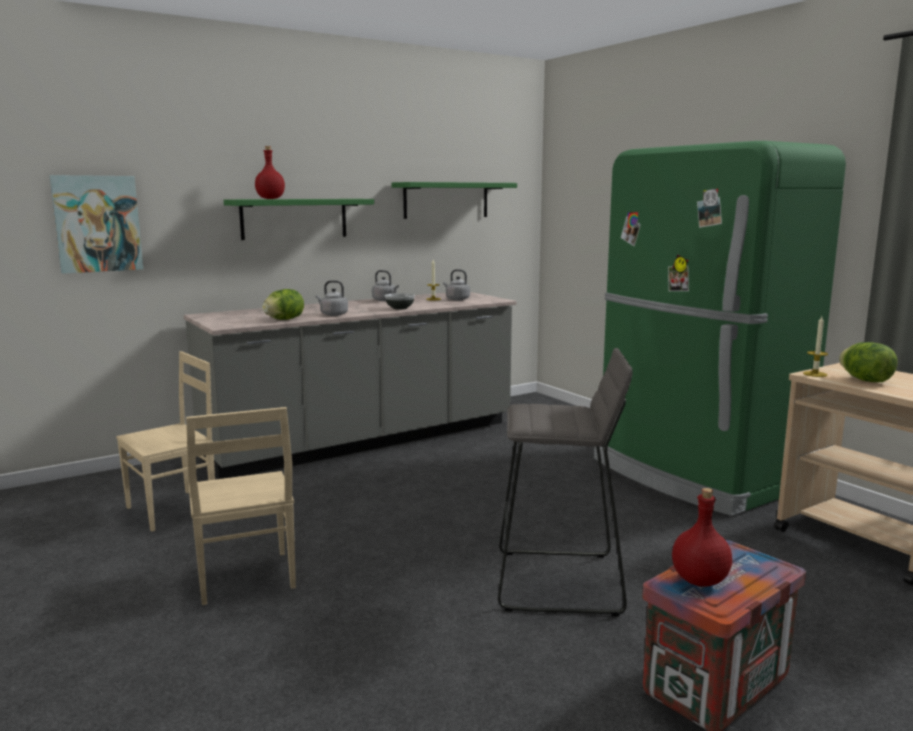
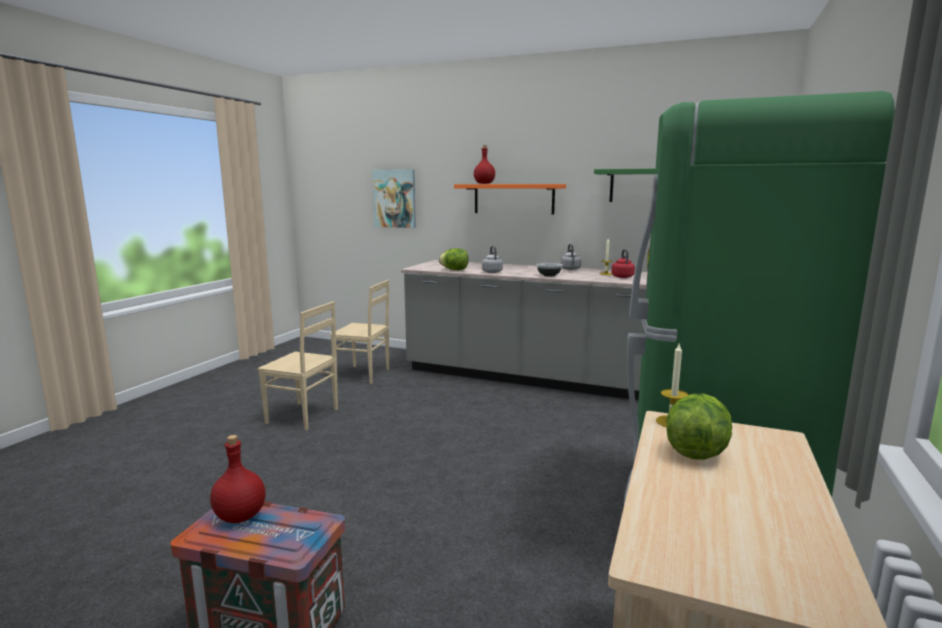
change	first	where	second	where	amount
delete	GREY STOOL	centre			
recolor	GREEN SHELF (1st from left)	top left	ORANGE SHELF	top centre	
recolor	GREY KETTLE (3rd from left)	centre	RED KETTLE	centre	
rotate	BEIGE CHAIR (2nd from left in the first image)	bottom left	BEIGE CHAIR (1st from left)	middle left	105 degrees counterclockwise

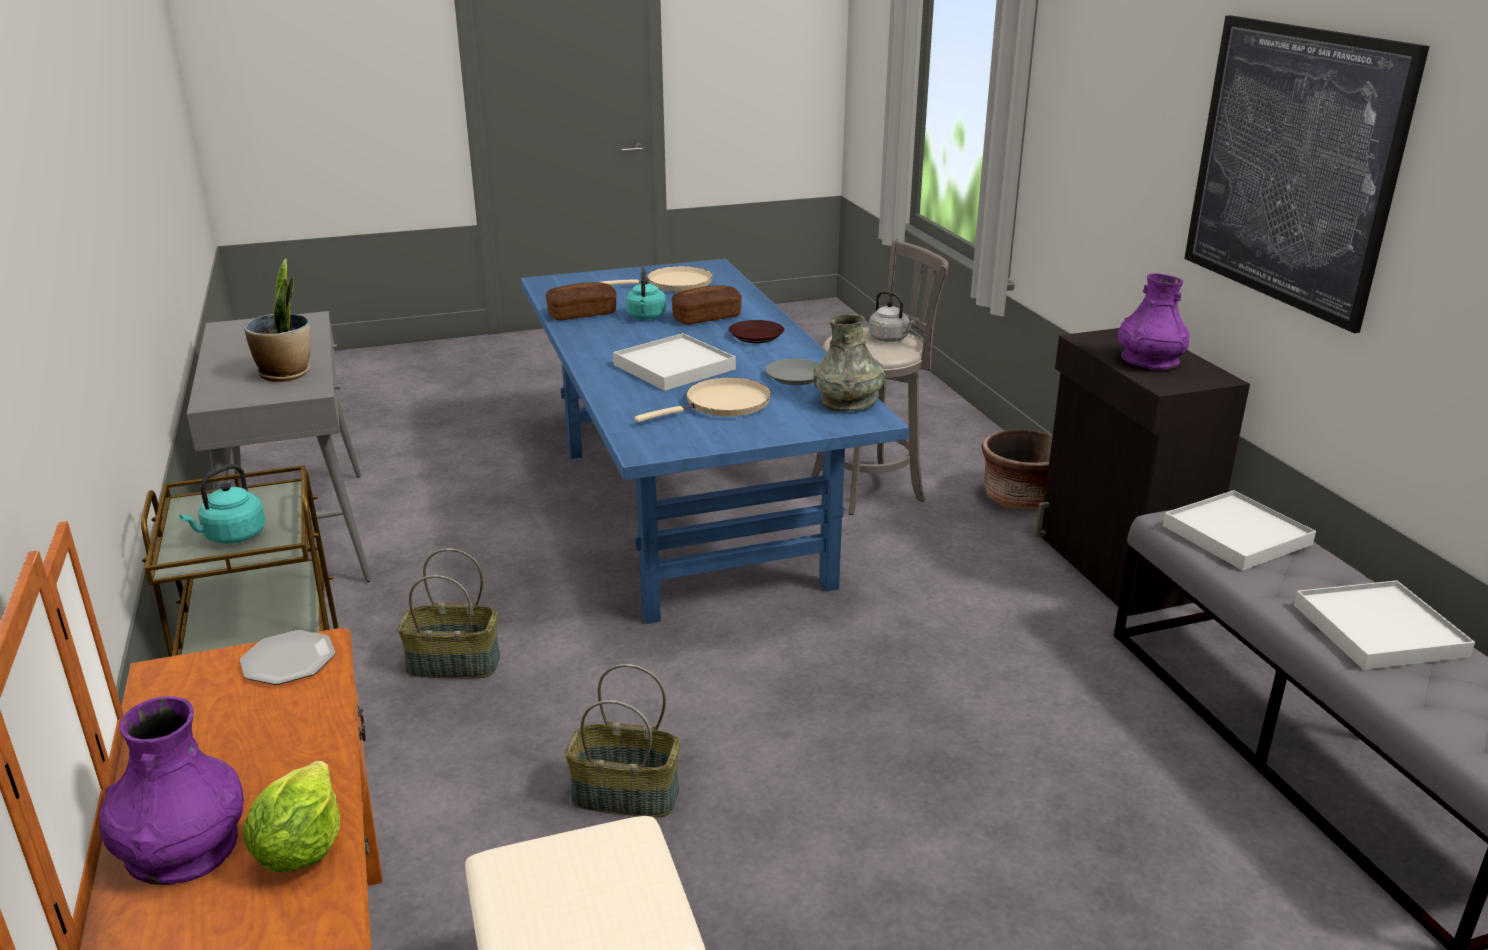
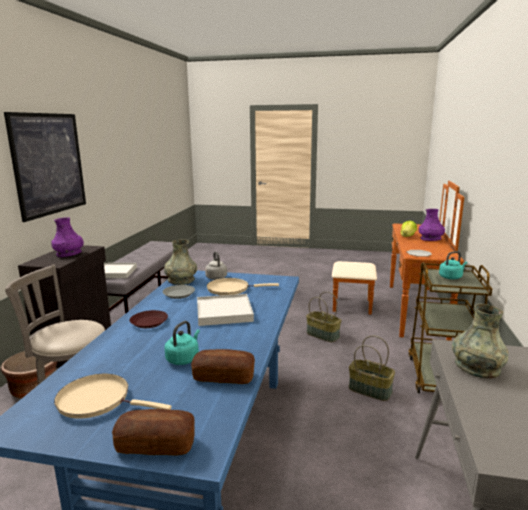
change	first	where	second	where	amount
delete	WHITE TRAY (3rd from left)	middle right			
move	BREAD (2nd from left in the first image)	top centre	BREAD (1st from left)	bottom left	
move	GREY KETTLE	top centre		centre	
replace	POTTED PLANT	middle left	GREY VASE (2nd from left)	bottom right	

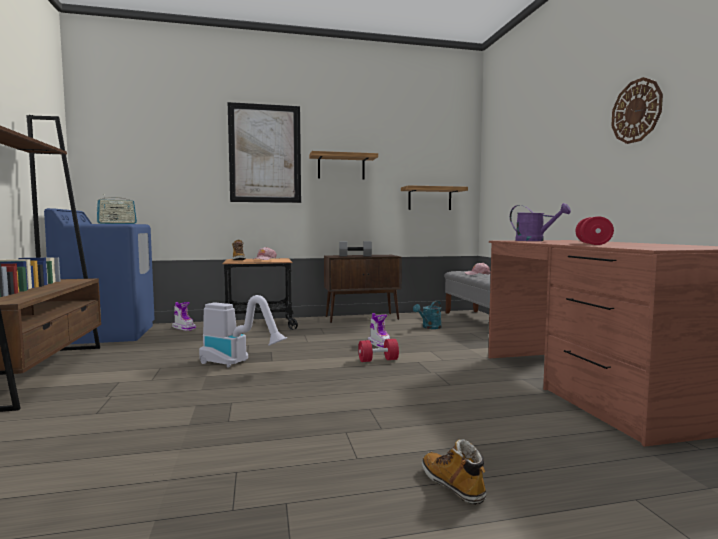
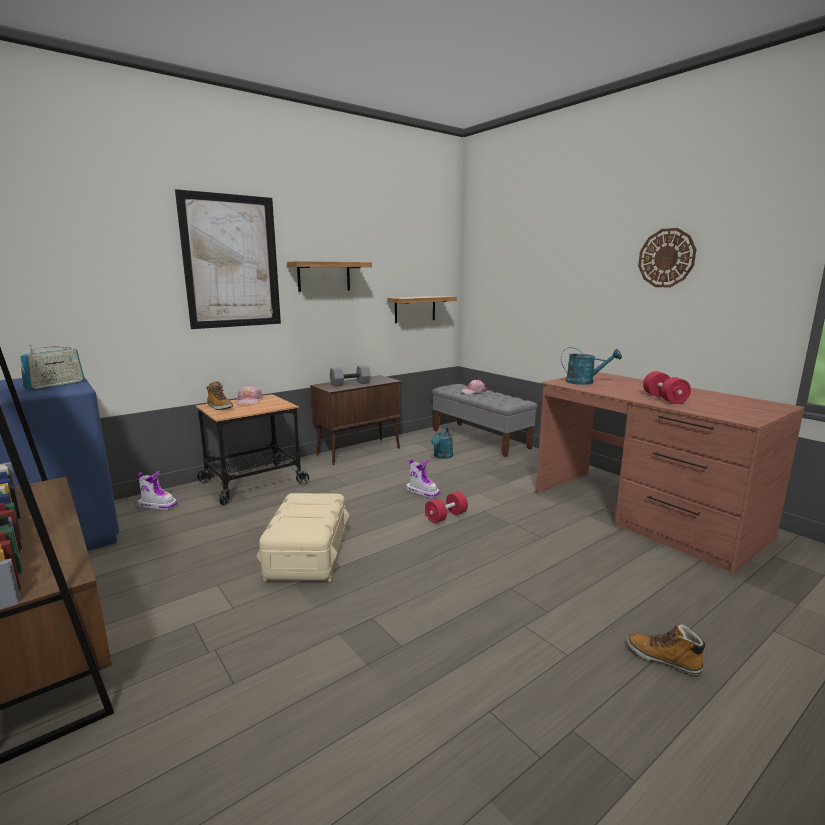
change	first	where	second	where	amount
replace	VACUUM CLEANER	centre	BEIGE STORAGE BOX	centre	
recolor	PURPLE WATERING CAN	middle right	TURQUOISE WATERING CAN (2nd from left)	middle right	

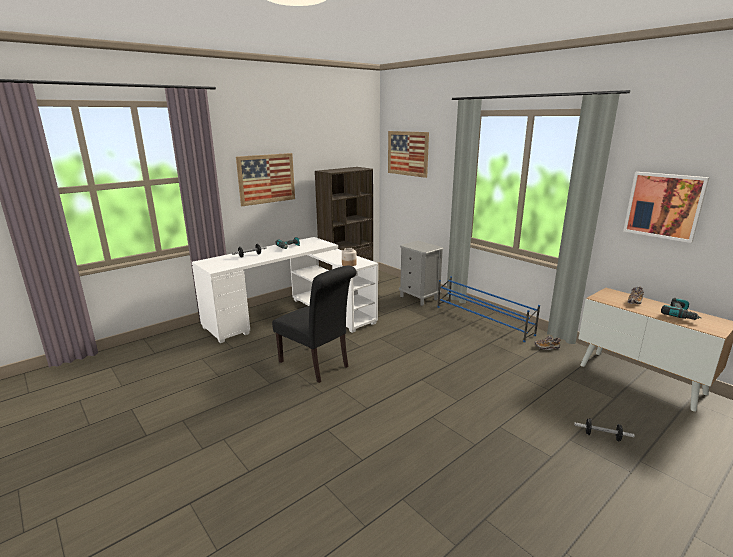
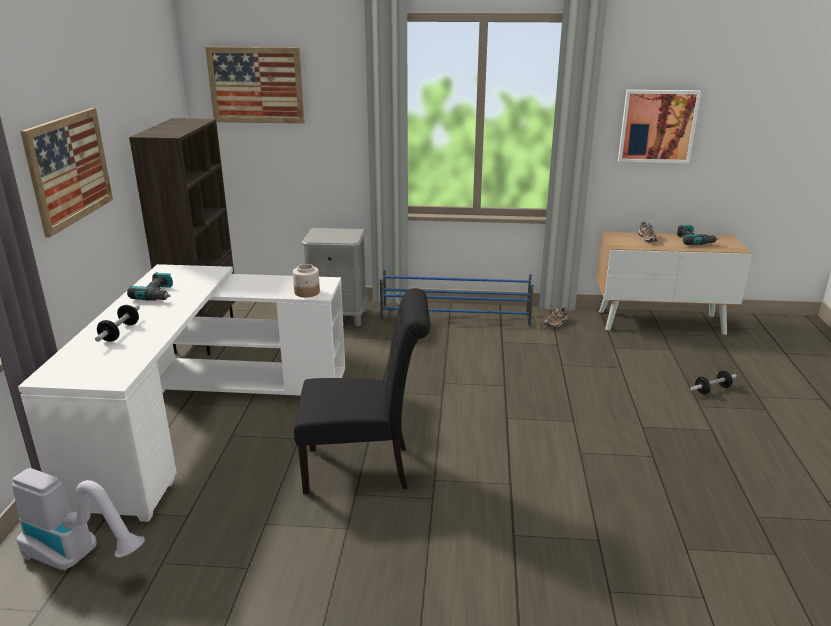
change	first	where	second	where	amount
insert			VACUUM CLEANER	bottom left	

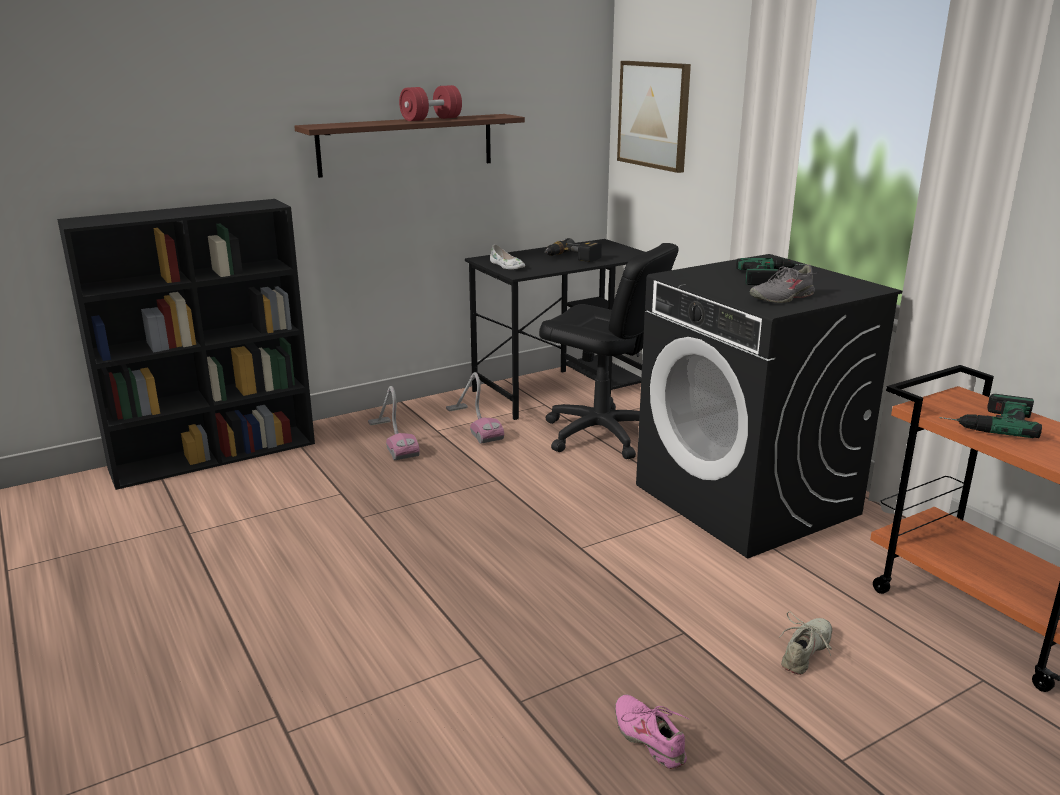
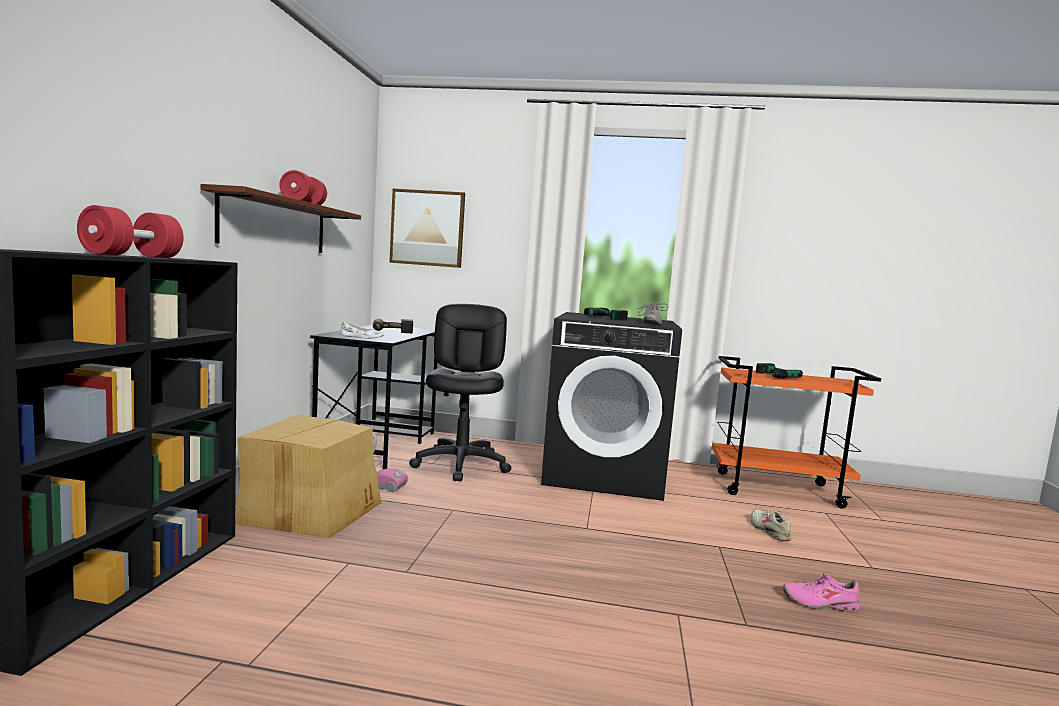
change	first	where	second	where	amount
insert			RED DUMBBELL (1st from left)	top left	
replace	VACUUM CLEANER (1st from left)	centre	CARDBOARD BOX	bottom left	
rotate	BLACK OFFICE CHAIR	centre		centre	75 degrees counterclockwise

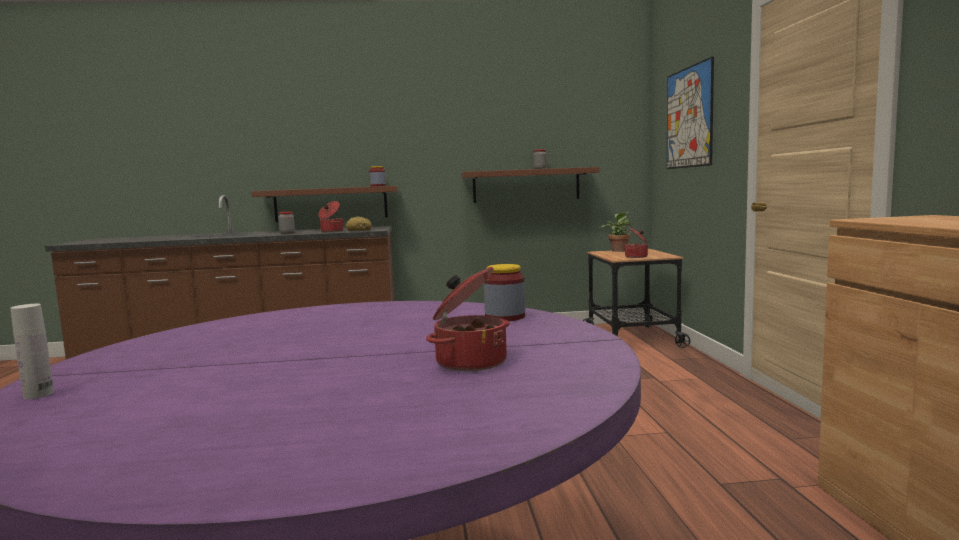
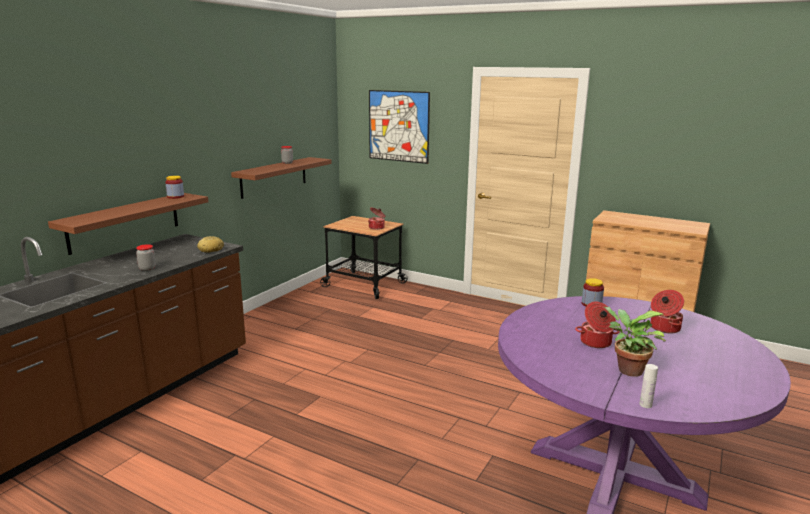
change	first	where	second	where	amount
move	COOKING POT (1st from left in the first image)	centre	COOKING POT (2nd from left)	middle right	
move	POTTED PLANT	centre		middle right	

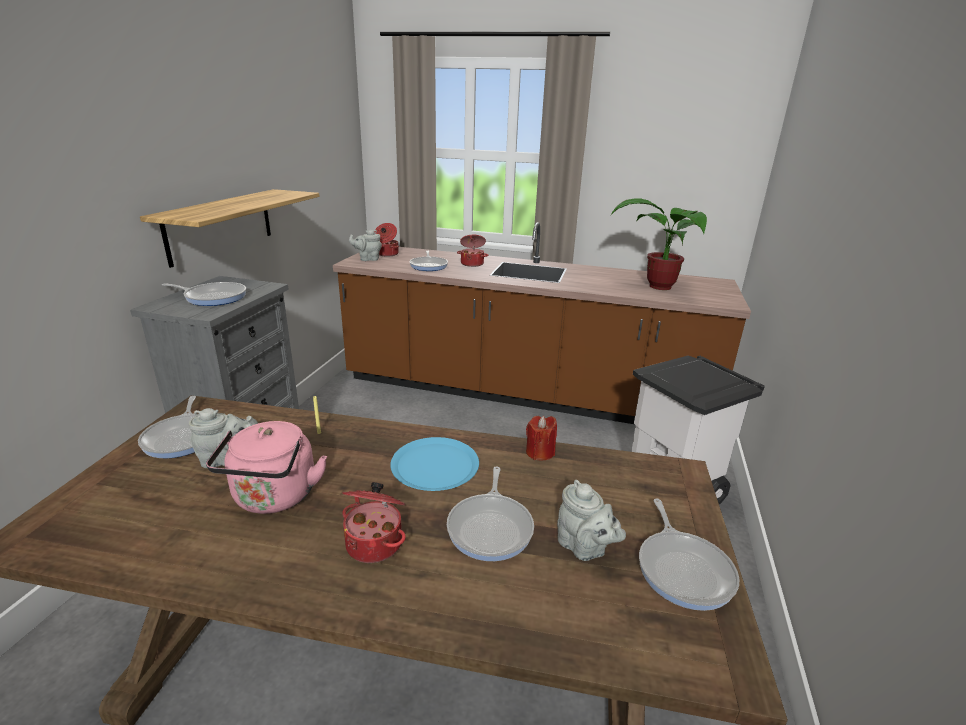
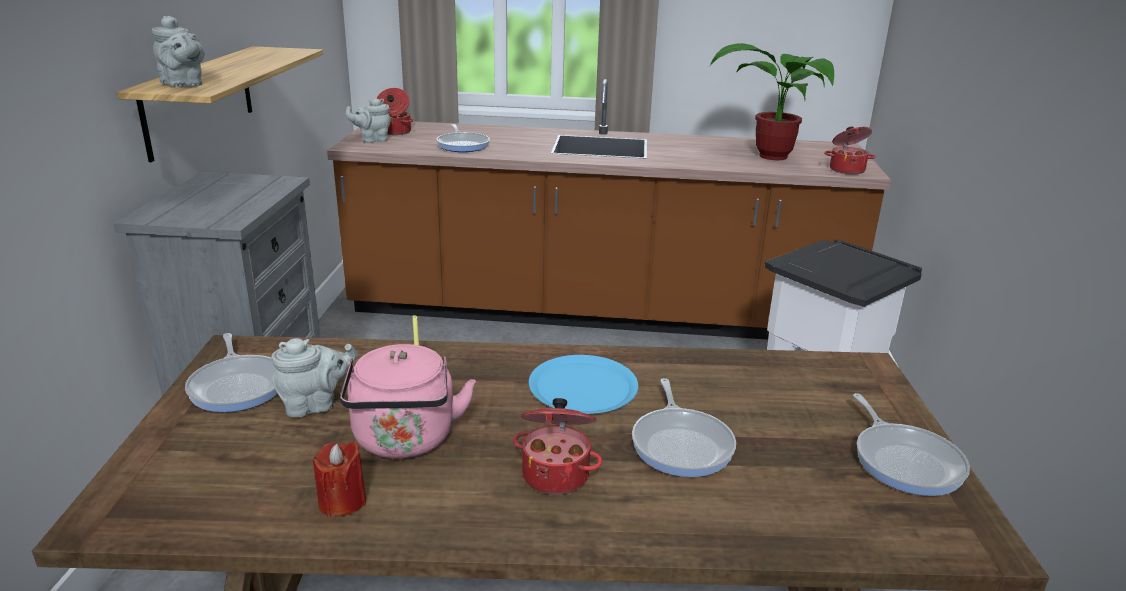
change	first	where	second	where	amount
delete	FRYING PAN (2nd from left)	middle left			
move	COOKING POT (3rd from left)	centre		top right	
move	RED CANDLE	centre		bottom left	
move	GREY TEAPOT (3rd from left in the first image)	bottom centre	GREY TEAPOT (1st from left)	top left	

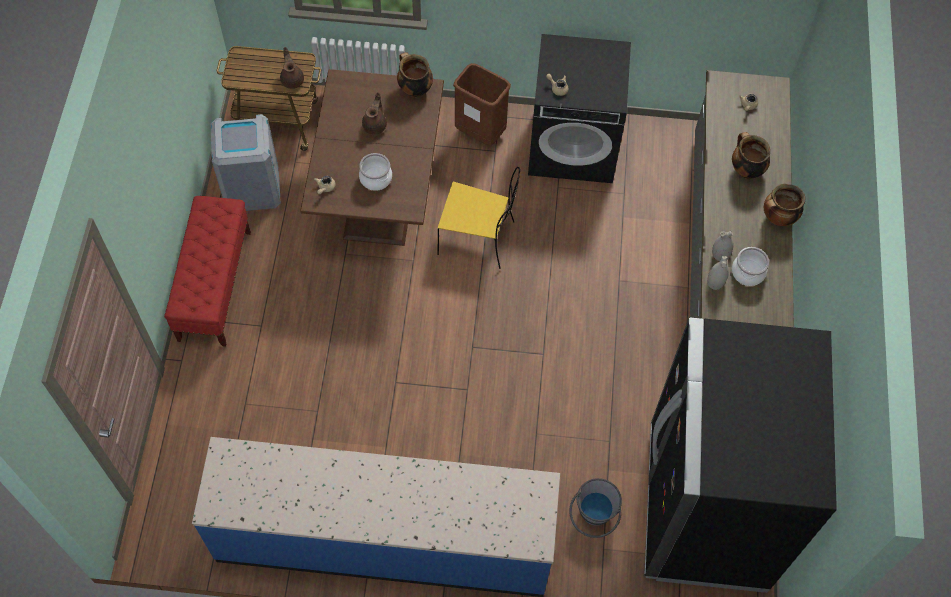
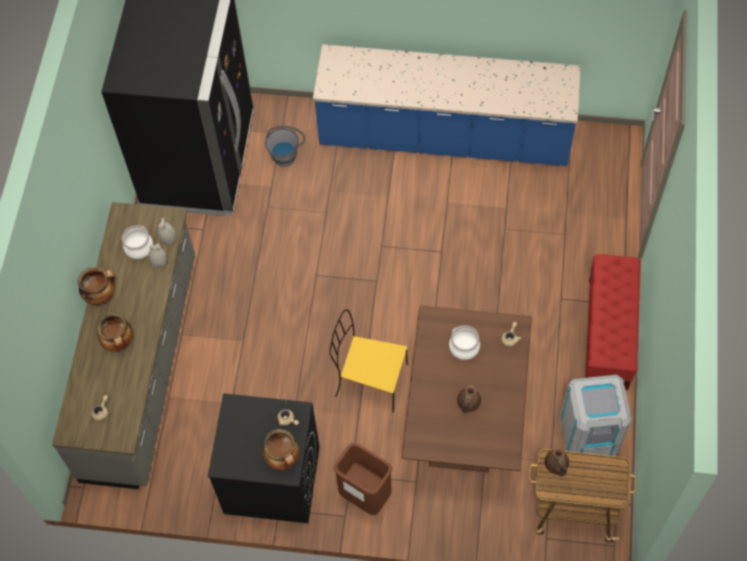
change	first	where	second	where	amount
move	COOKING POT (2nd from left in the first image)	top centre	COOKING POT (4th from left)	bottom centre	

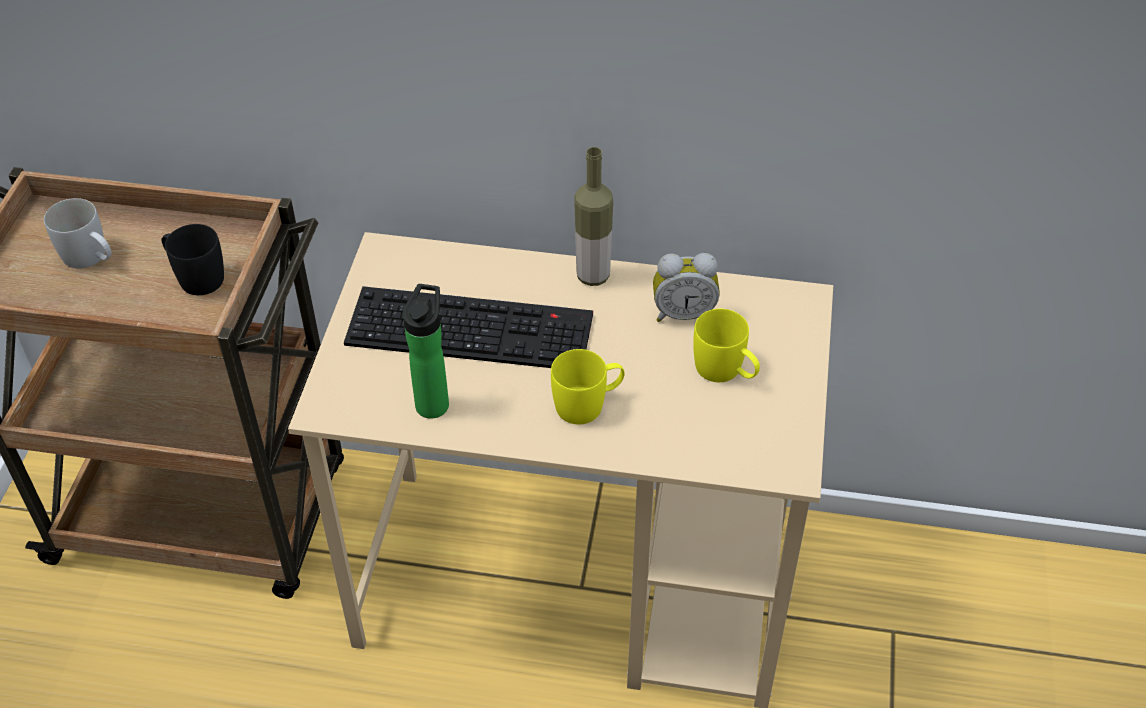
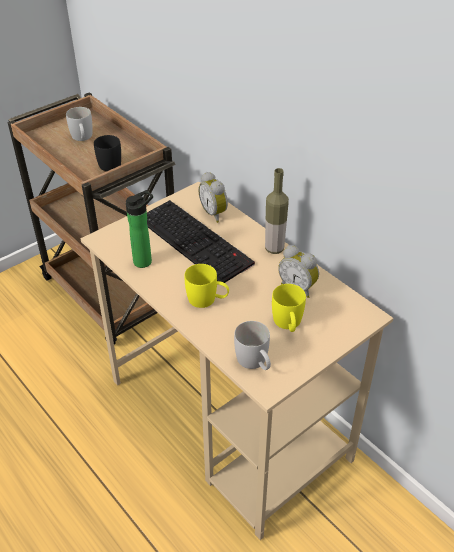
change	first	where	second	where	amount
insert			ALARM CLOCK (1st from left)	centre	
insert			WHITE MUG (2nd from left)	centre	

